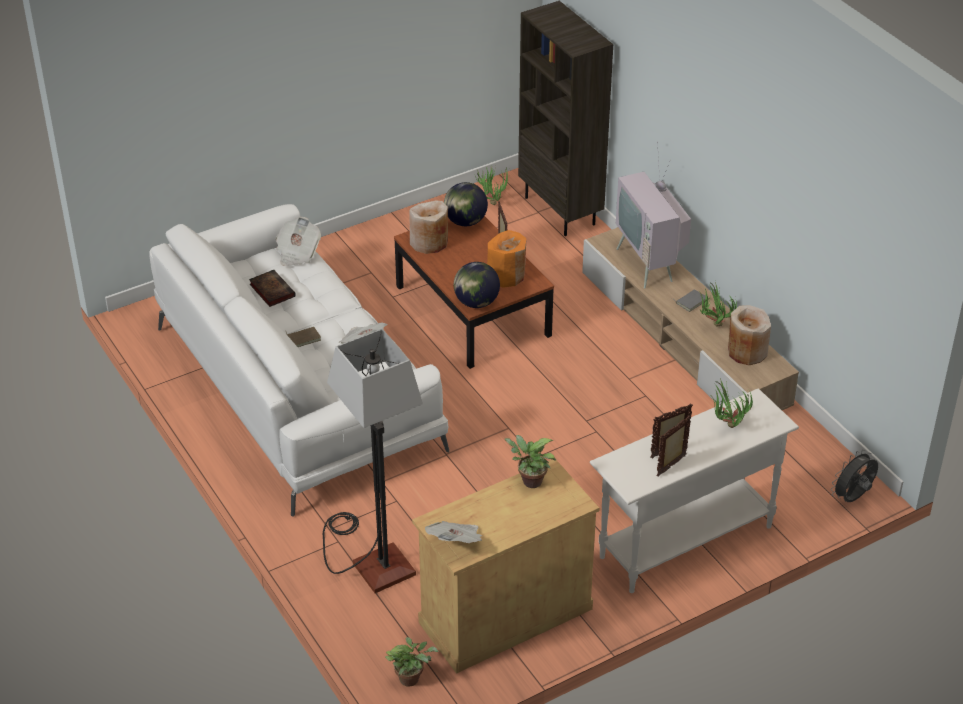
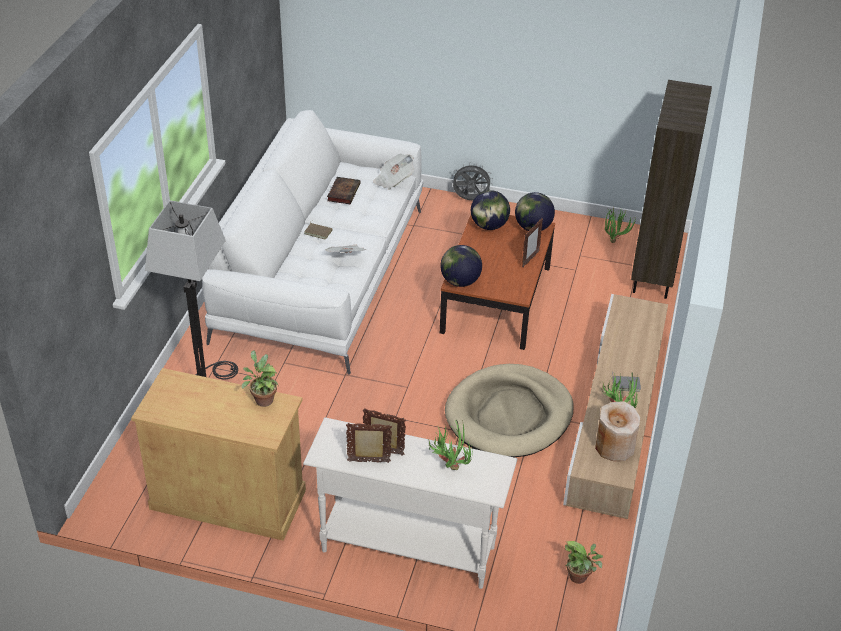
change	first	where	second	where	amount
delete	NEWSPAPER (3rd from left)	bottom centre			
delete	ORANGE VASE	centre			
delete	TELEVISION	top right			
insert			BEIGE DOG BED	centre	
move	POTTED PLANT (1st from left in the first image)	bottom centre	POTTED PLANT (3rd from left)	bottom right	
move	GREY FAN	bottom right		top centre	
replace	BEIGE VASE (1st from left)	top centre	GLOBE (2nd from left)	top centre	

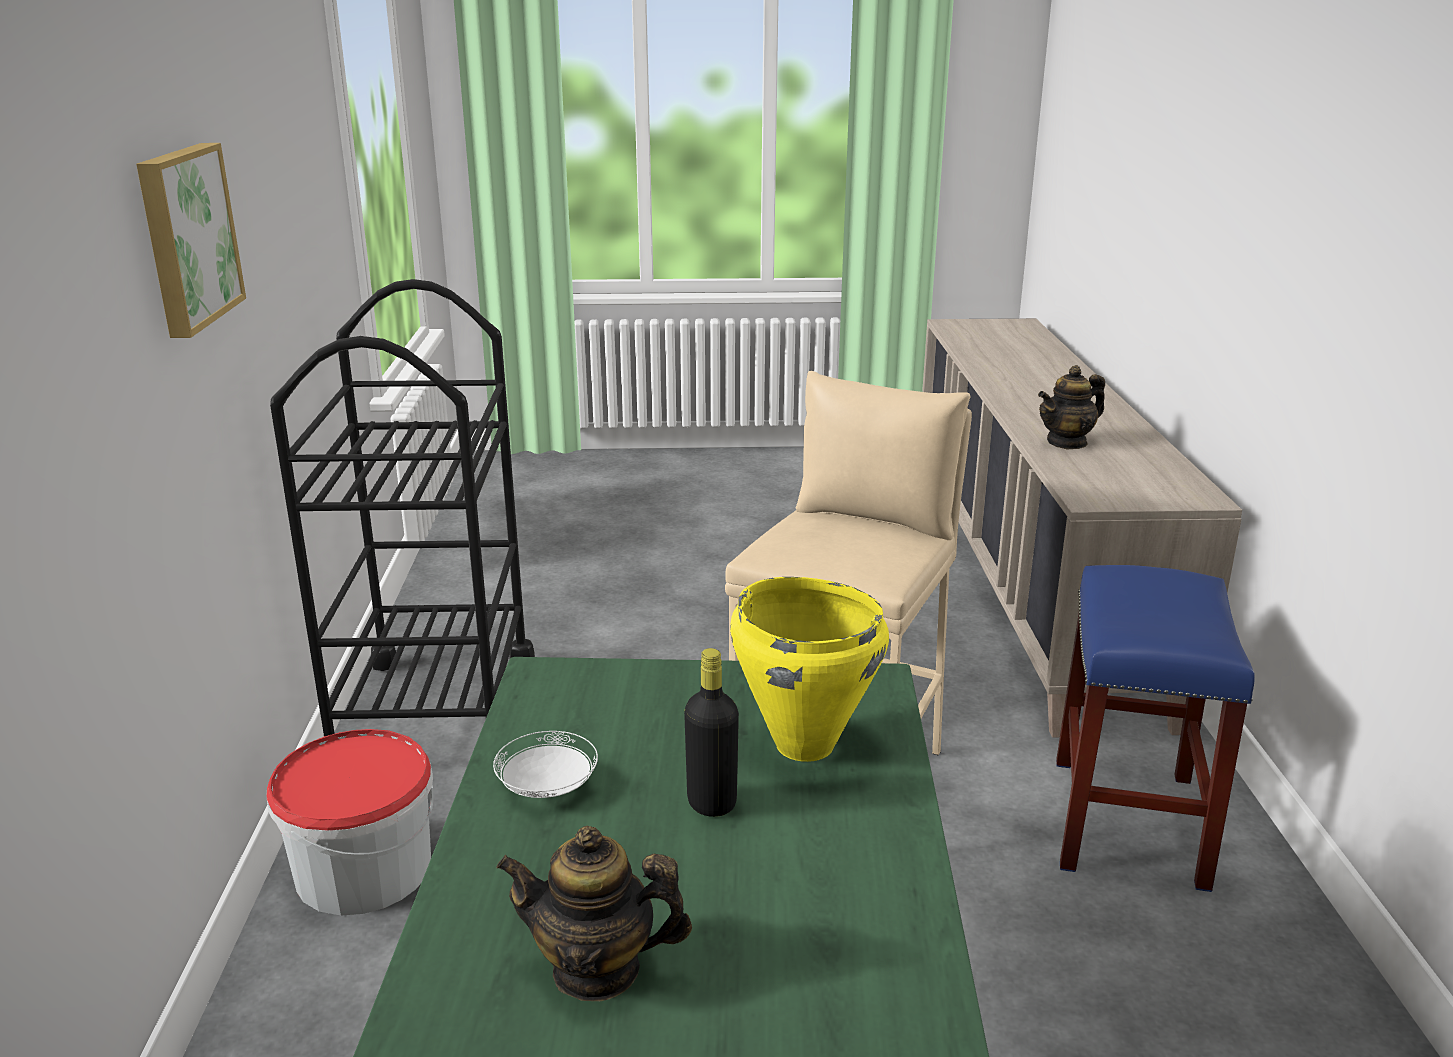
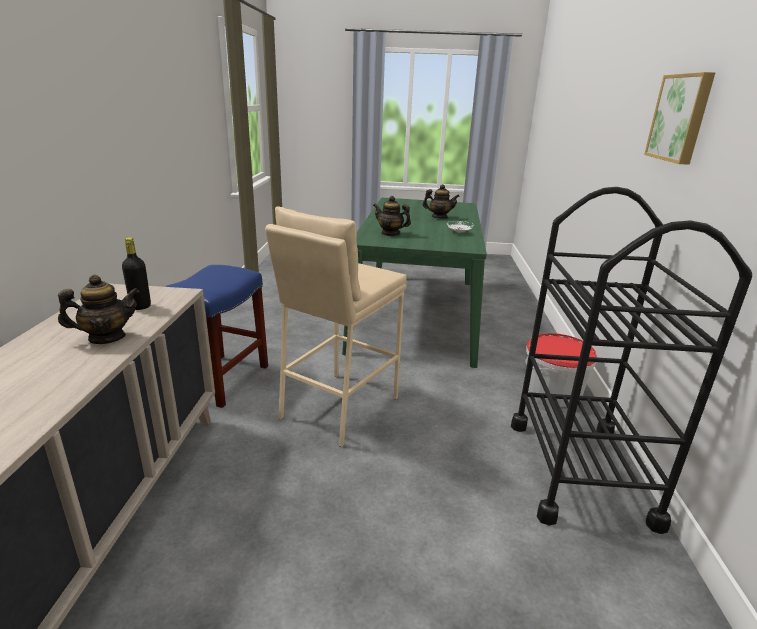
change	first	where	second	where	amount
move	BLACK BOTTLE	bottom centre		middle left	
replace	YELLOW COOKING POT	centre	TEAPOT (2nd from left)	centre	

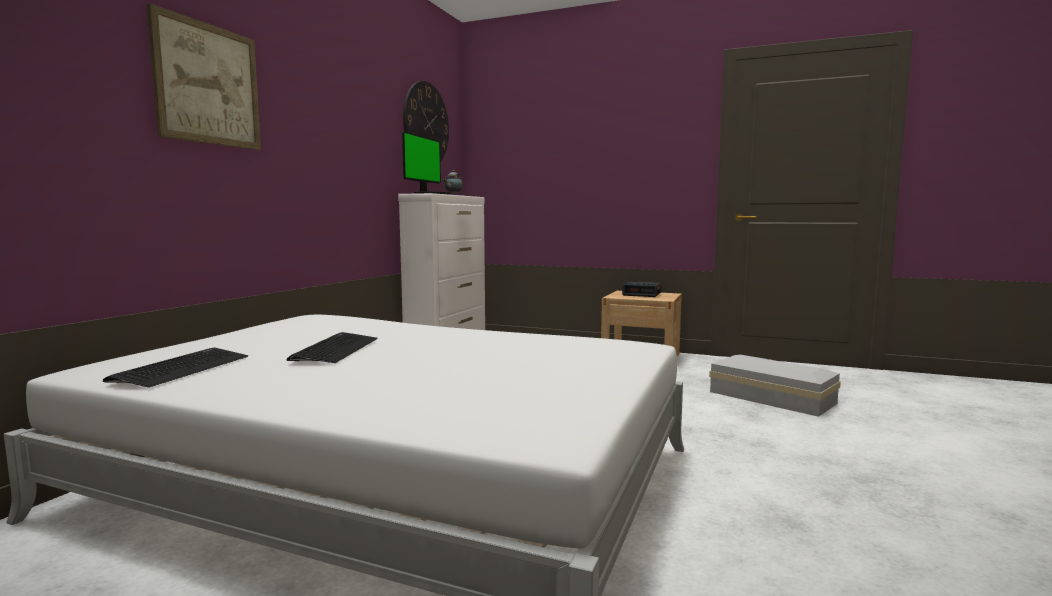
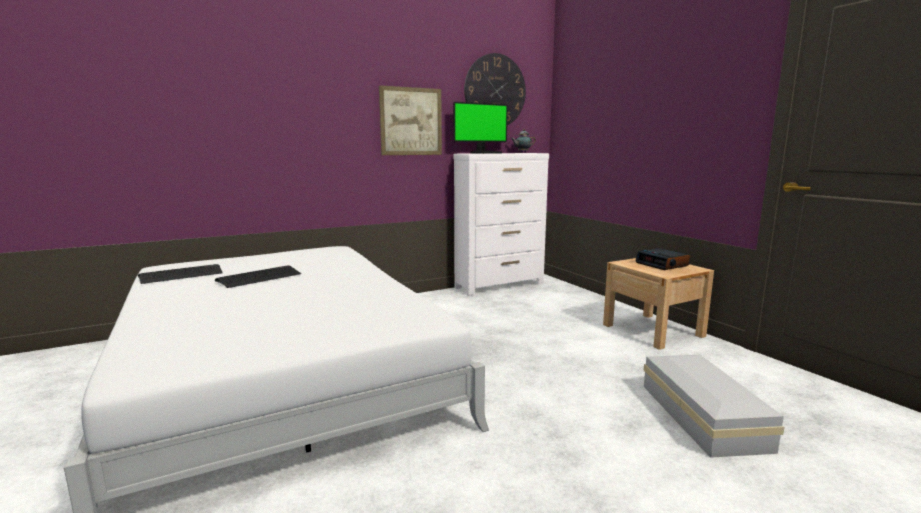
change	first	where	second	where	amount
move	PICTURE	top left		top centre	

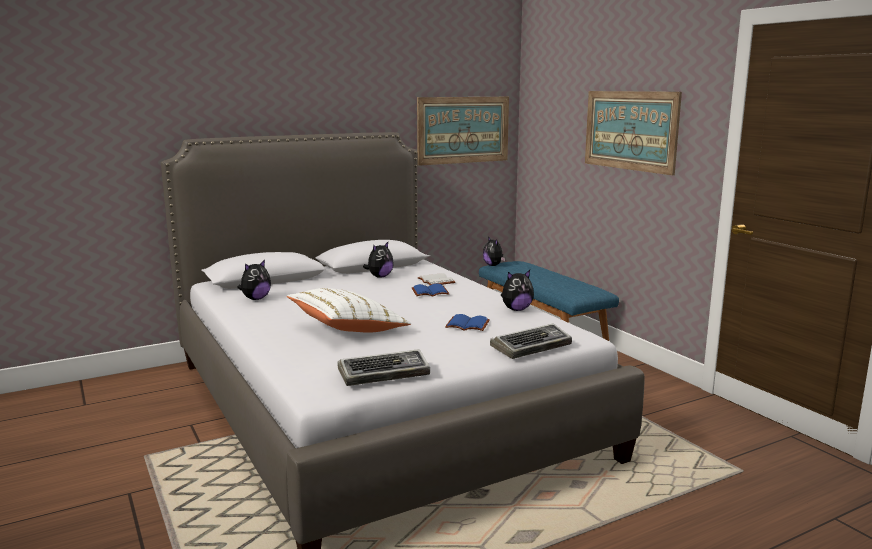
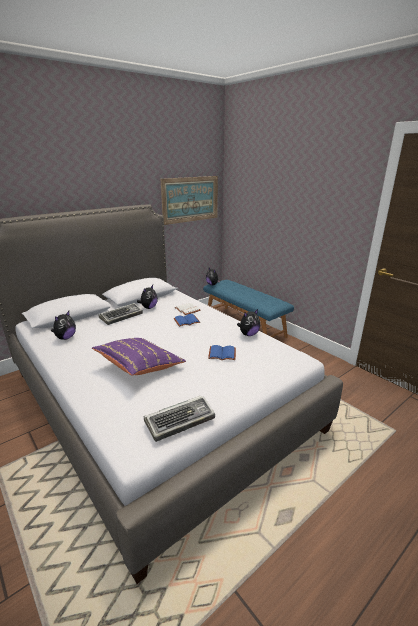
change	first	where	second	where	amount
delete	PICTURE (2nd from left)	top right			
move	KEYBOARD (2nd from left in the first image)	centre	KEYBOARD (1st from left)	middle left	
recolor	WHITE PILLOW	centre	PURPLE PILLOW	middle left	

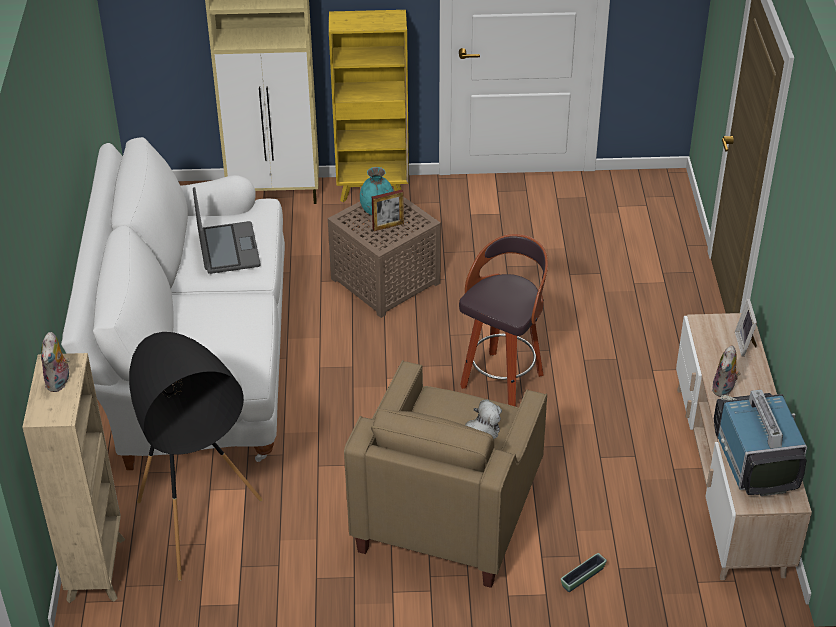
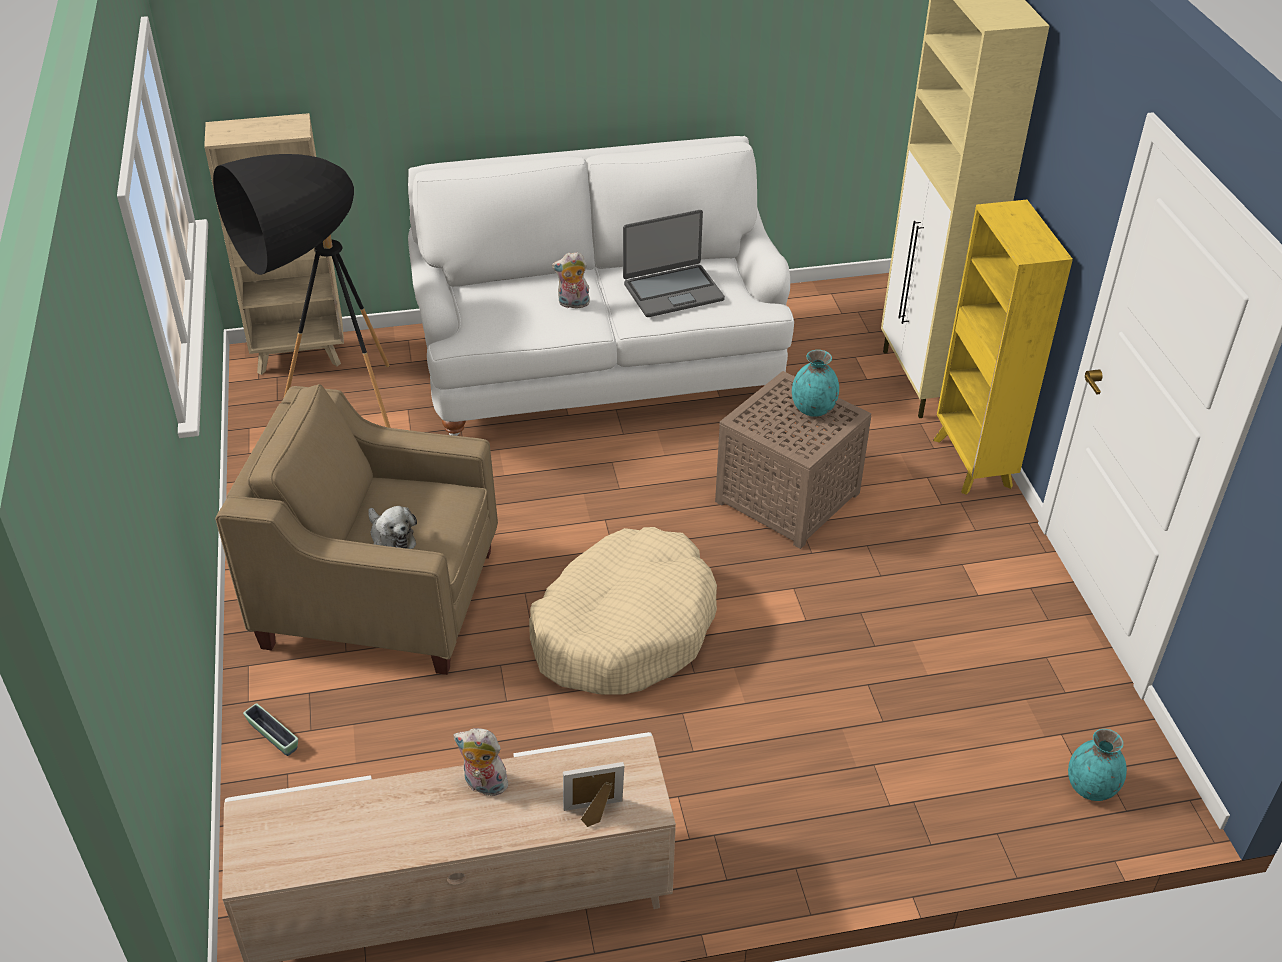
change	first	where	second	where	amount
delete	PICTURE FRAME (1st from left)	centre			
delete	TELEVISION	bottom right			
insert			TURQUOISE VASE (2nd from left)	bottom right	
move	PLUSH TOY (1st from left in the first image)	middle left	PLUSH TOY (3rd from left)	top centre	
replace	STOOL	centre	BEIGE DOG BED	centre	

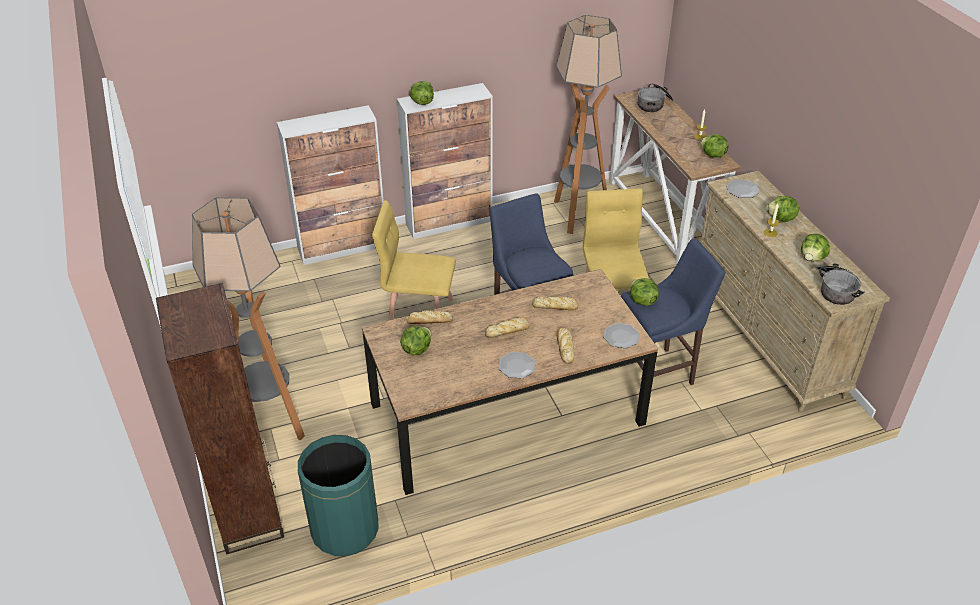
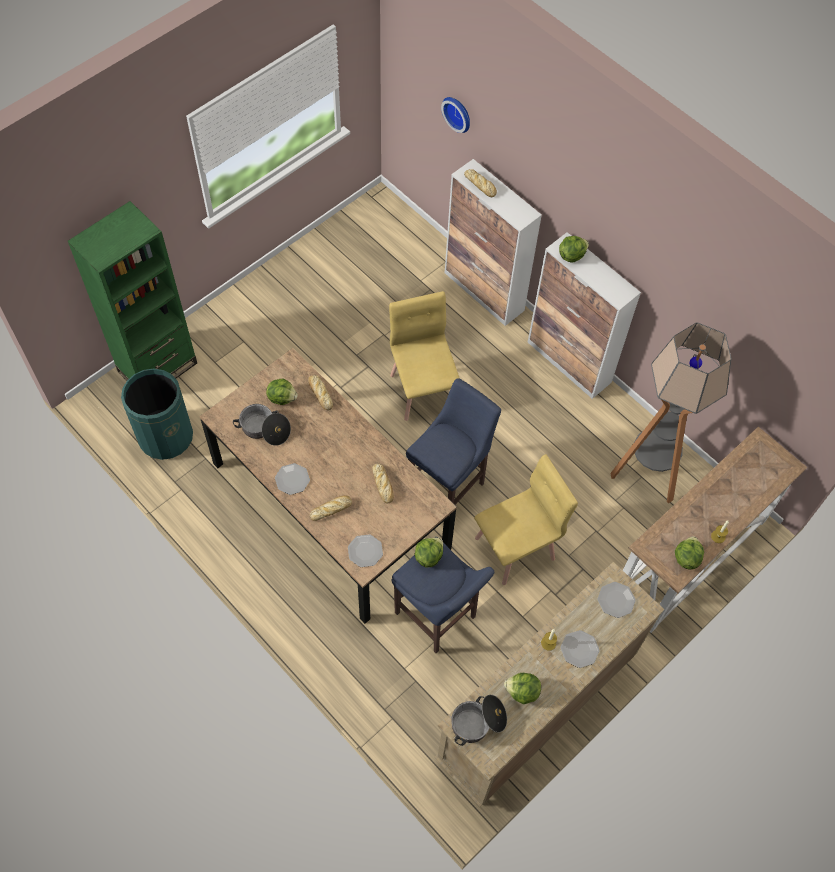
change	first	where	second	where	amount
delete	FLOOR LAMP (1st from left)	middle left			
insert			WALL CLOCK	top centre	
move	BREAD (2nd from left in the first image)	centre	BREAD (4th from left)	top centre	
move	COOKING POT (1st from left)	top right		middle left	
replace	LETTUCE (5th from left)	middle right	PLATE (3rd from left)	bottom right	
recolor	BROWN BOOKCASE	bottom left	GREEN BOOKCASE	middle left	

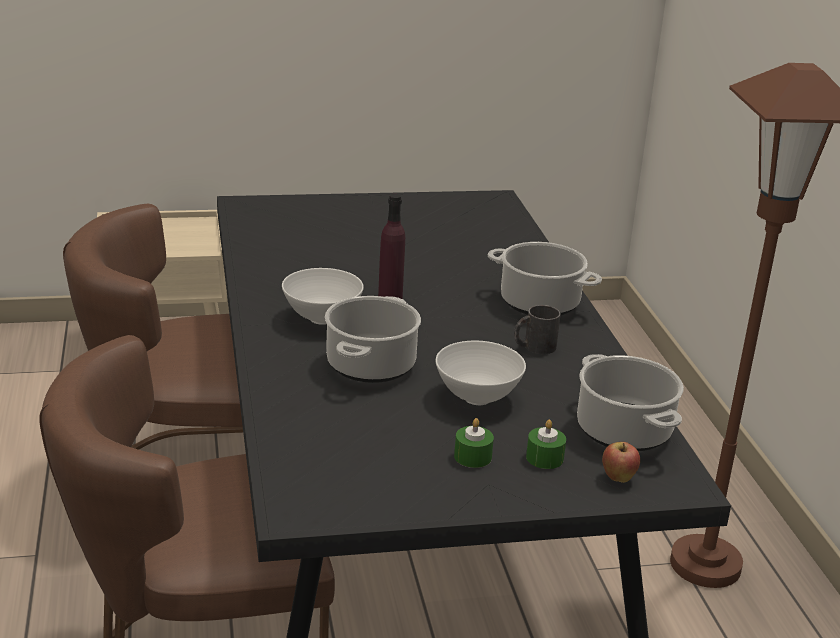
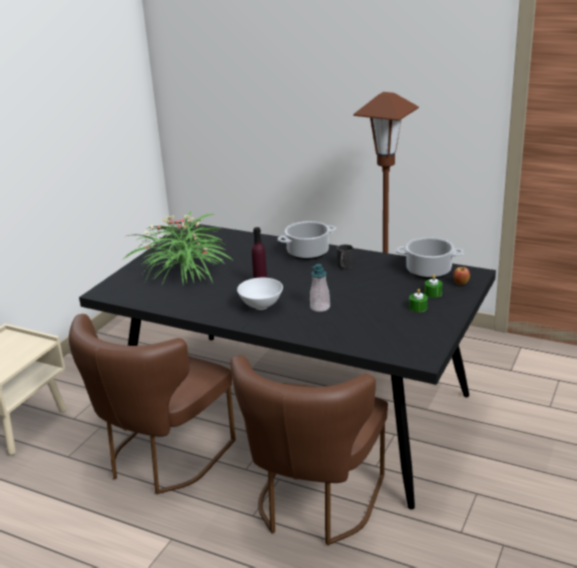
change	first	where	second	where	amount
delete	WHITE BOWL (2nd from left)	centre			
insert			POTTED PLANT	middle left	
replace	COOKING POT (1st from left)	centre	SOAP DISPENSER	centre	

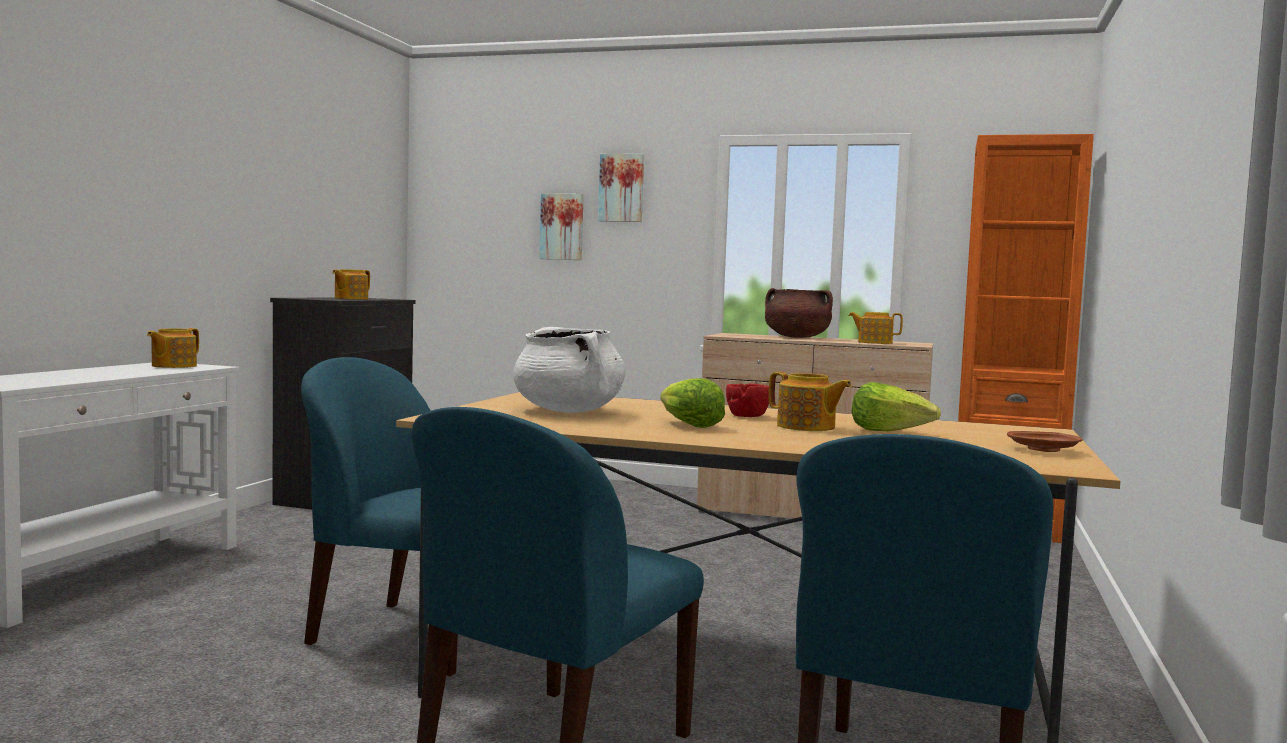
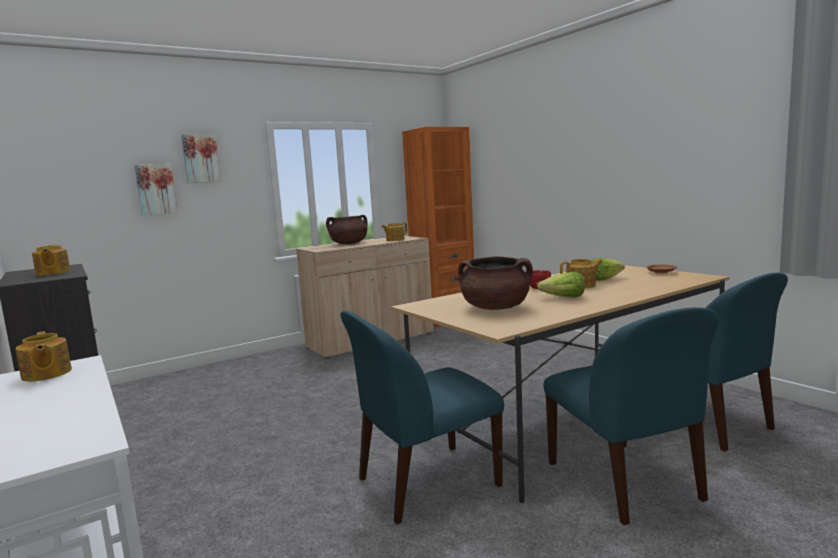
change	first	where	second	where	amount
recolor	WHITE COOKING POT	centre	BROWN COOKING POT (2nd from left)	centre	

